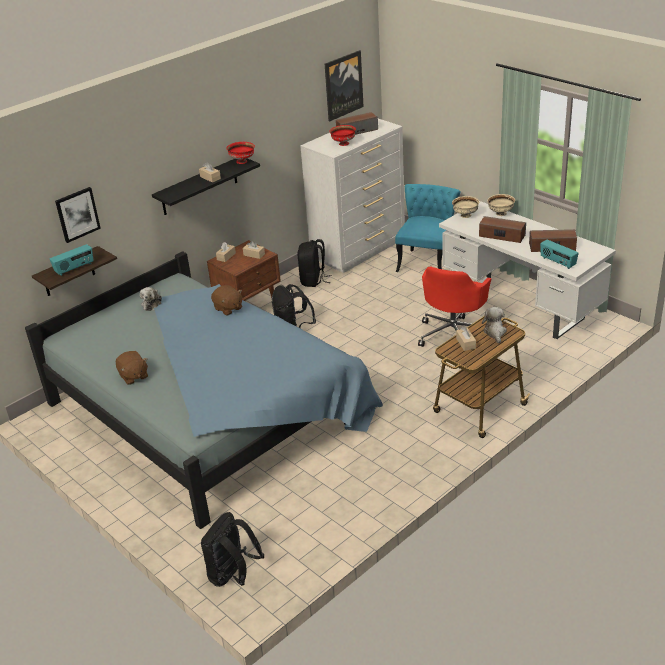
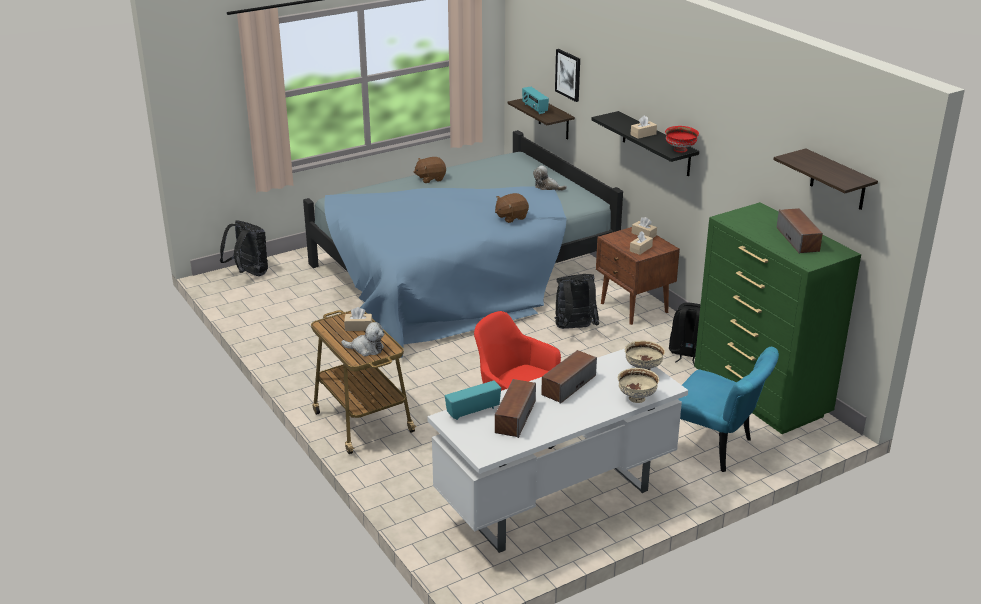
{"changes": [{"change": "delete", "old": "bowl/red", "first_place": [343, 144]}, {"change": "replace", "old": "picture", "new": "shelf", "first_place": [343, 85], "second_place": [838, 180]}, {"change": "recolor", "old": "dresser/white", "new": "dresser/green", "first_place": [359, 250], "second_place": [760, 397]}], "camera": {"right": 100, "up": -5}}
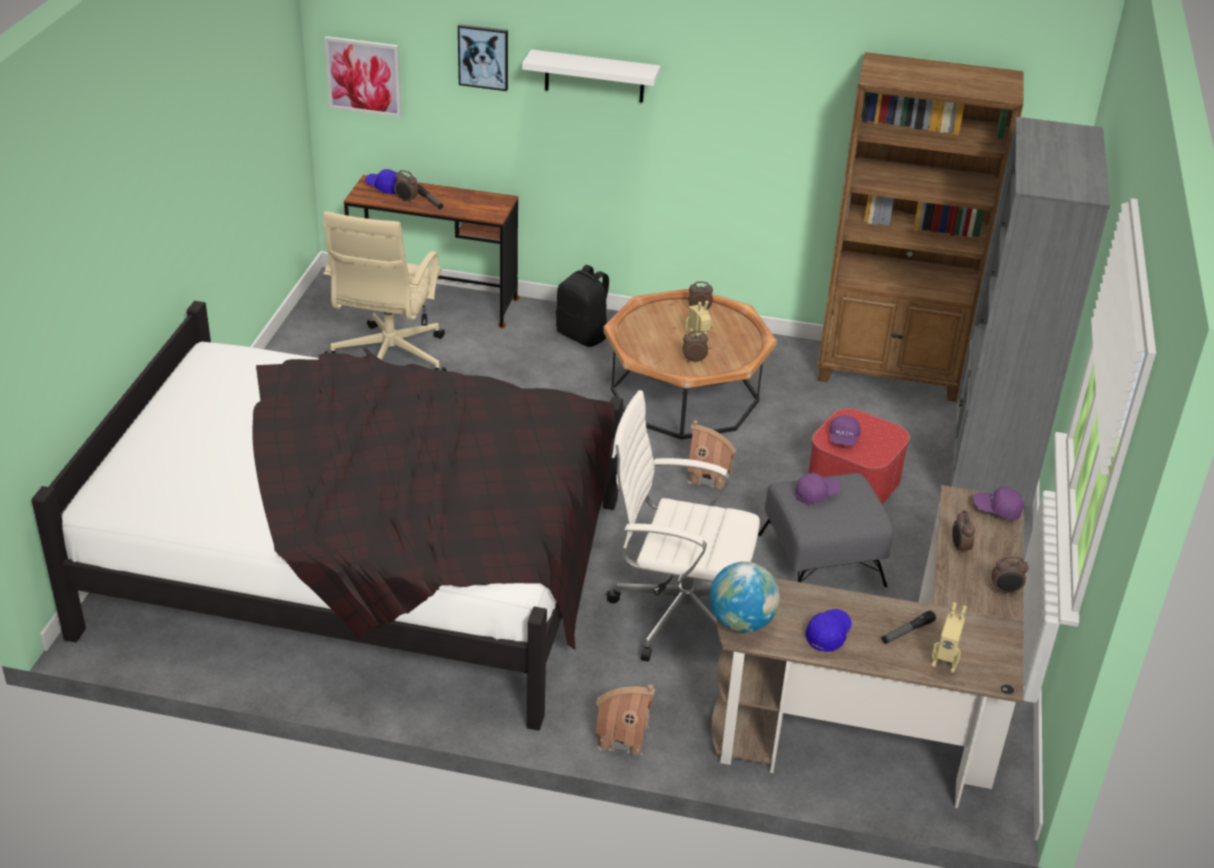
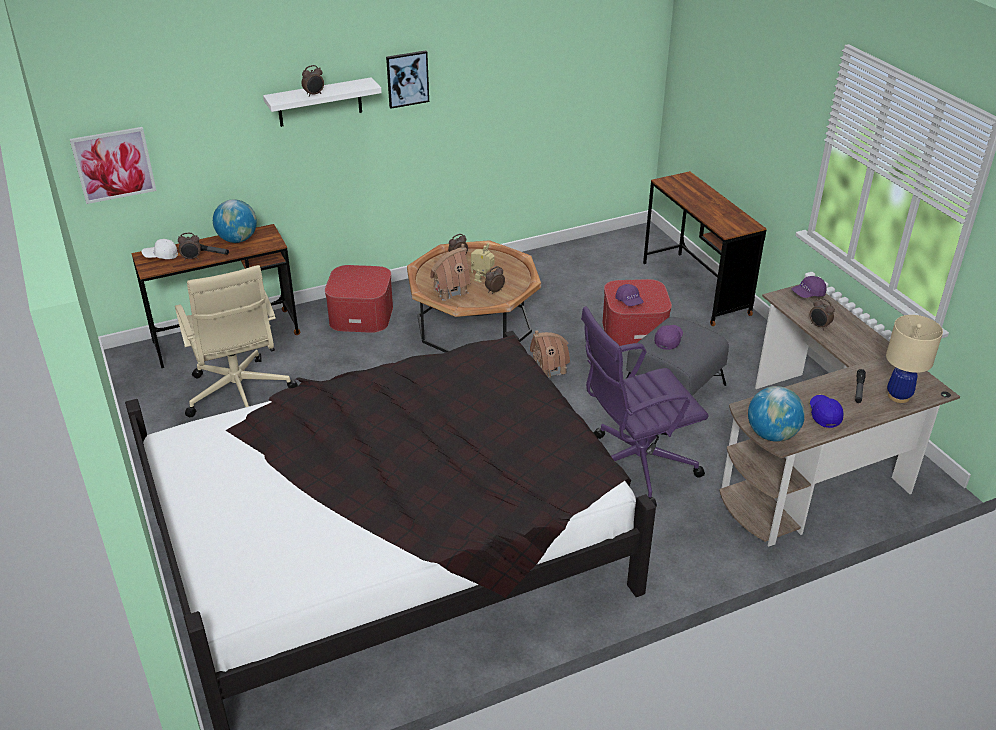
{"changes": [{"change": "delete", "old": "bookcase/brown", "first_place": [890, 373]}, {"change": "insert", "new": "globe", "second_place": [237, 240]}, {"change": "move", "old": "picture", "first_place": [483, 56], "second_place": [407, 78]}, {"change": "move", "old": "toy house", "first_place": [623, 736], "second_place": [450, 290]}, {"change": "move", "old": "alarm clock", "first_place": [1005, 591], "second_place": [314, 94]}, {"change": "replace", "old": "backpack/black", "new": "ottoman", "first_place": [583, 335], "second_place": [361, 315]}, {"change": "replace", "old": "toy robot", "new": "table lamp/beige", "first_place": [945, 662], "second_place": [898, 396]}, {"change": "replace", "old": "bookcase/grey", "new": "desk/brown", "first_place": [987, 469], "second_place": [695, 288]}, {"change": "recolor", "old": "cap/blue", "new": "cap/white", "first_place": [384, 187], "second_place": [161, 256]}, {"change": "recolor", "old": "office chair/white", "new": "office chair/purple", "first_place": [678, 613], "second_place": [634, 466]}], "camera": {"right": -35, "up": 0}}
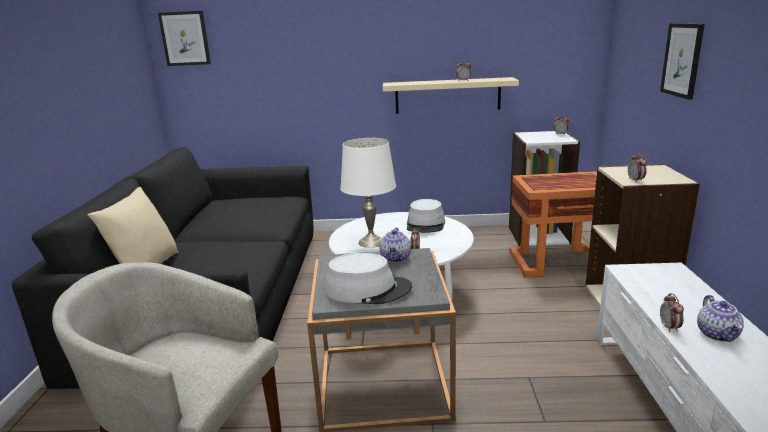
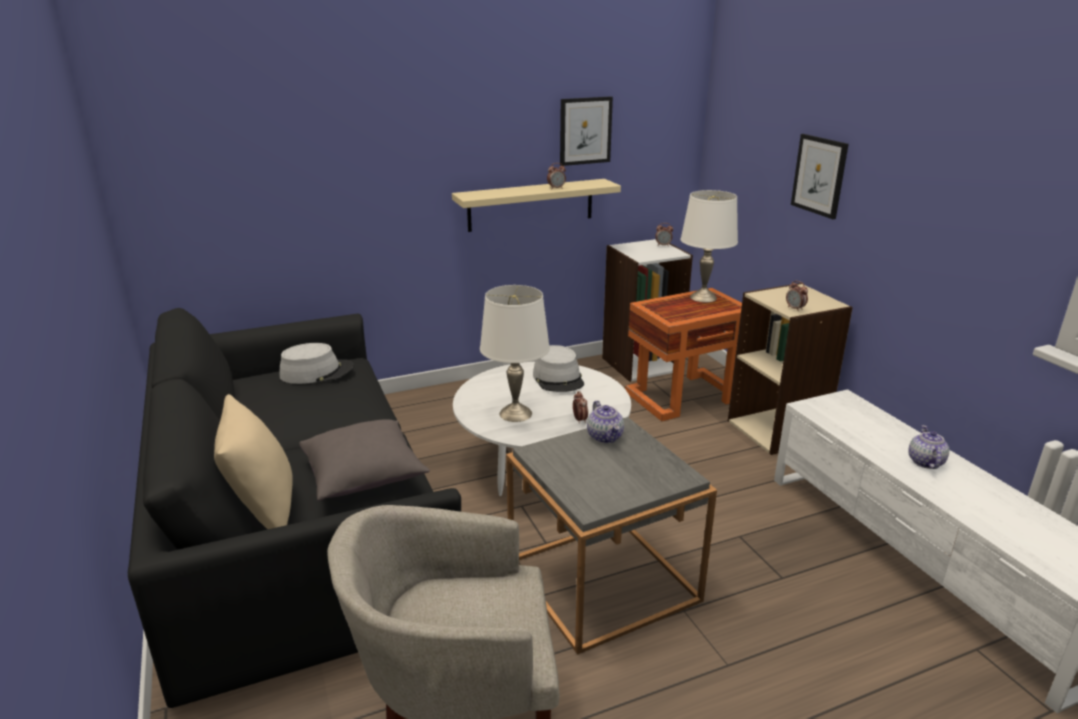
{"changes": [{"change": "delete", "old": "alarm clock", "first_place": [669, 327]}, {"change": "insert", "new": "pillow/grey", "second_place": [364, 476]}, {"change": "insert", "new": "table lamp/white", "second_place": [703, 297]}, {"change": "move", "old": "picture", "first_place": [185, 38], "second_place": [585, 131]}, {"change": "move", "old": "hat/grey", "first_place": [368, 289], "second_place": [317, 372]}, {"change": "rotate", "old": "teapot", "first_place": [718, 334], "second_place": [924, 462], "degrees": -150}], "camera": {"right": -25, "up": 5}}
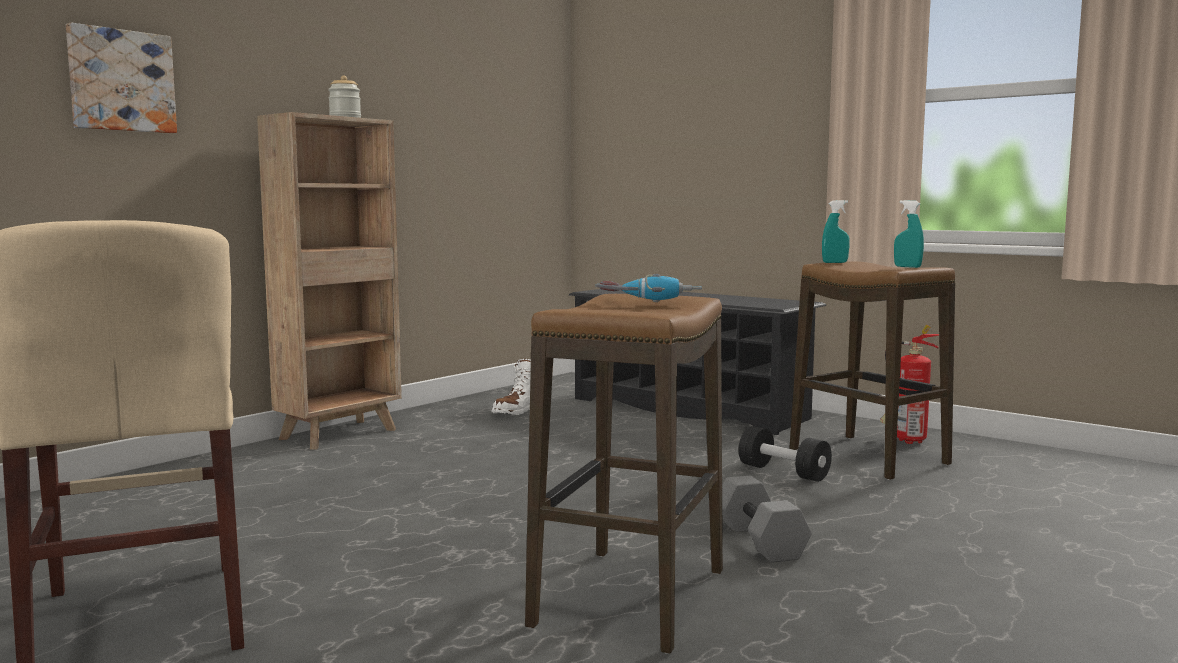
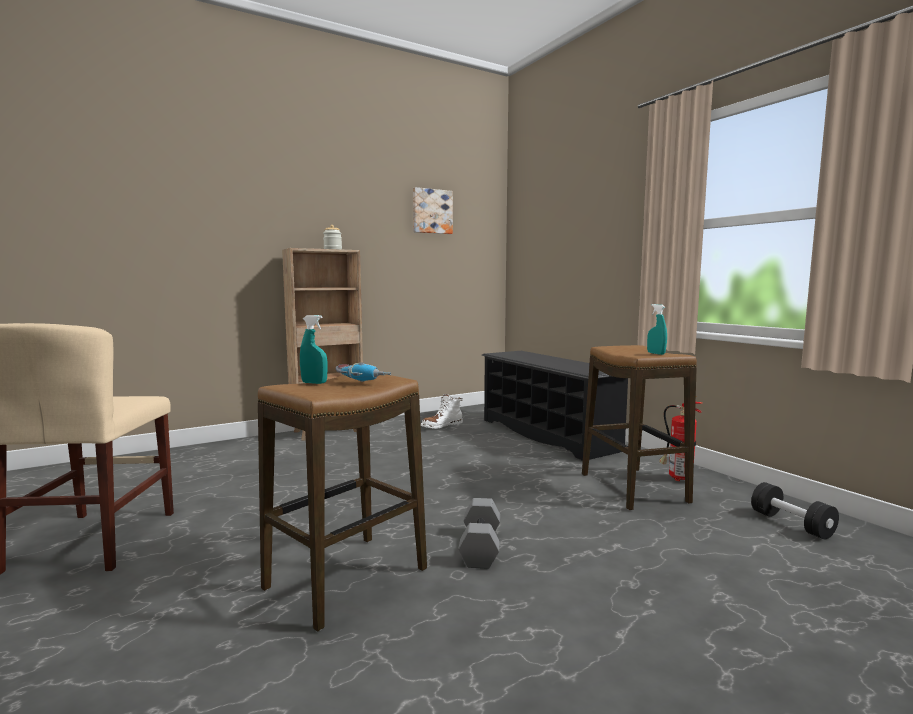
{"changes": [{"change": "move", "old": "picture", "first_place": [121, 81], "second_place": [432, 211]}, {"change": "move", "old": "dumbbell/black", "first_place": [783, 472], "second_place": [791, 524]}, {"change": "move", "old": "spray bottle/turquoise", "first_place": [835, 262], "second_place": [314, 383]}], "camera": {"right": 20, "up": 0}}
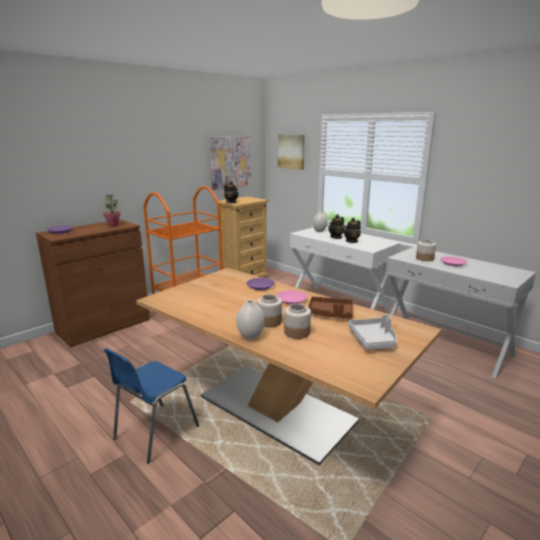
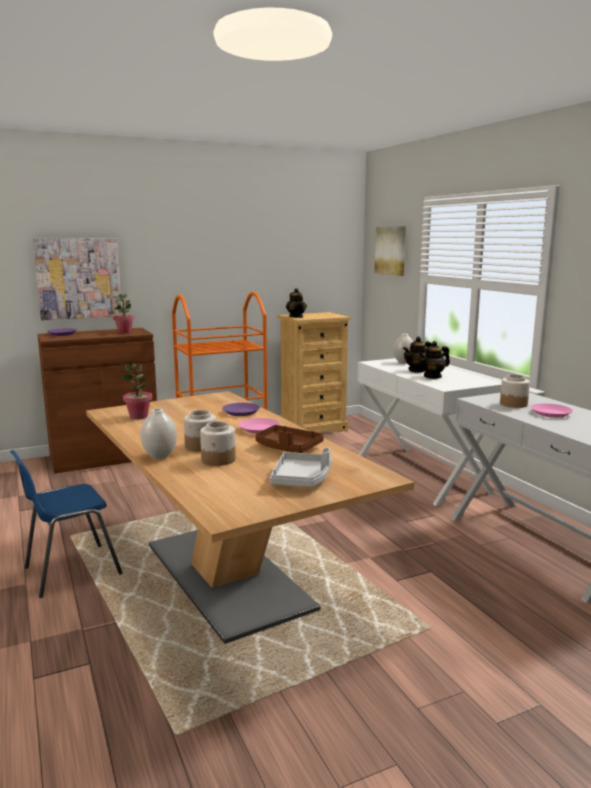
{"changes": [{"change": "insert", "new": "potted plant", "second_place": [139, 417]}, {"change": "move", "old": "picture", "first_place": [230, 162], "second_place": [78, 278]}], "camera": {"right": 20, "up": -5}}
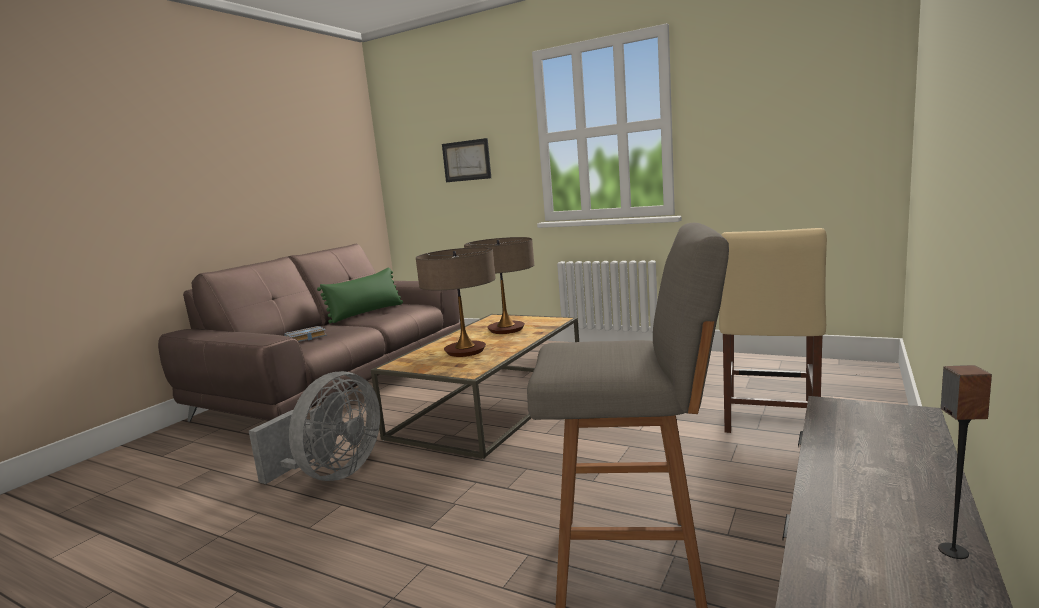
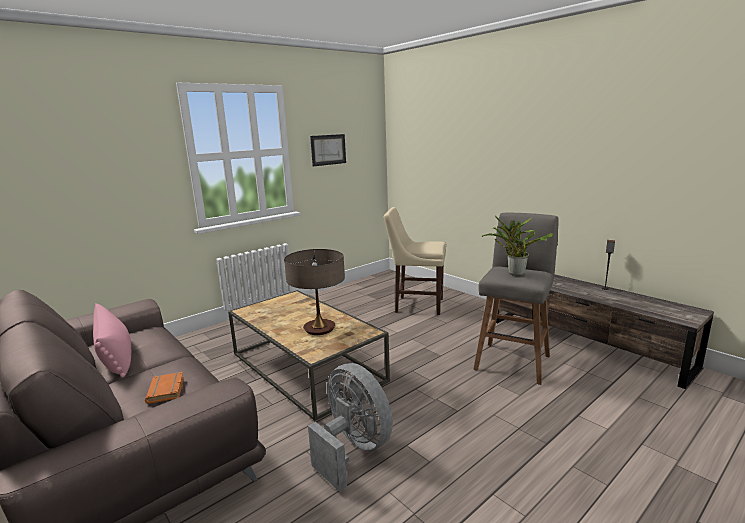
{"changes": [{"change": "delete", "old": "table lamp", "first_place": [506, 329]}, {"change": "insert", "new": "potted plant", "second_place": [514, 273]}, {"change": "move", "old": "picture", "first_place": [466, 160], "second_place": [328, 149]}, {"change": "recolor", "old": "book/grey", "new": "book/orange", "first_place": [305, 338], "second_place": [167, 391]}, {"change": "recolor", "old": "pillow/green", "new": "pillow/pink", "first_place": [366, 313], "second_place": [116, 356]}, {"change": "rotate", "old": "chair/beige", "first_place": [769, 419], "second_place": [416, 305], "degrees": 150}], "camera": {"right": -70, "up": 5}}
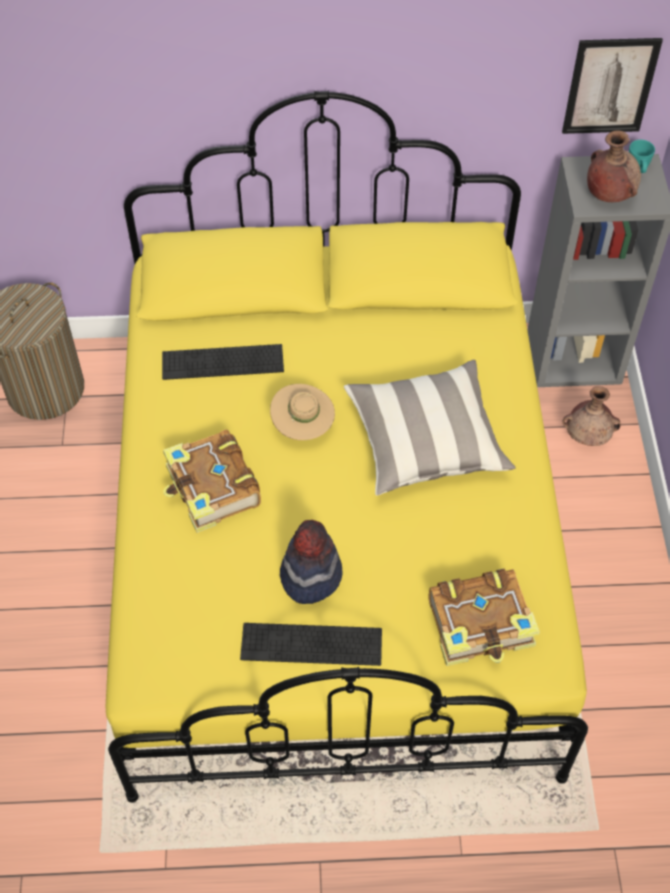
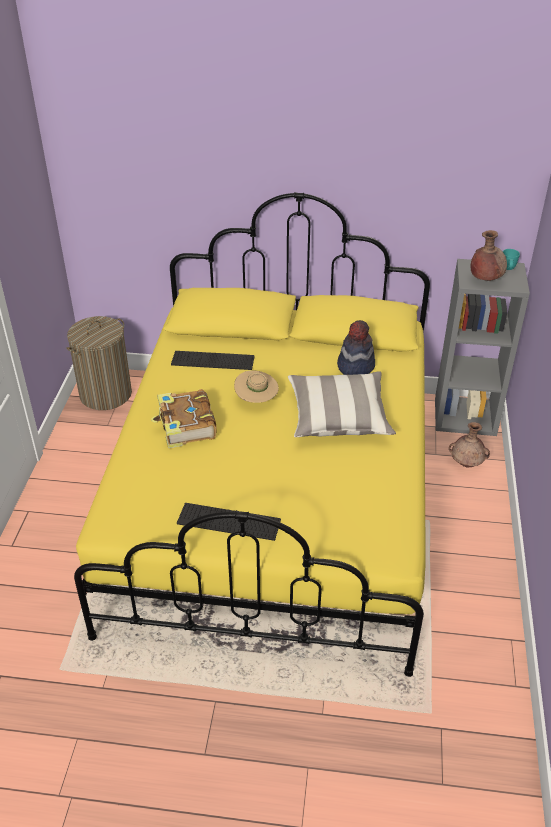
{"changes": [{"change": "delete", "old": "book", "first_place": [481, 625]}, {"change": "delete", "old": "picture", "first_place": [610, 86]}, {"change": "move", "old": "hat", "first_place": [310, 575], "second_place": [355, 366]}], "camera": {"right": 10, "up": -15}}
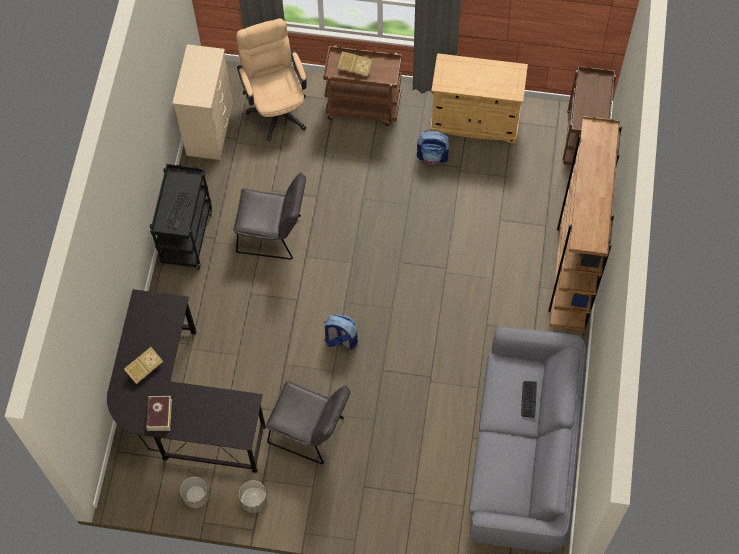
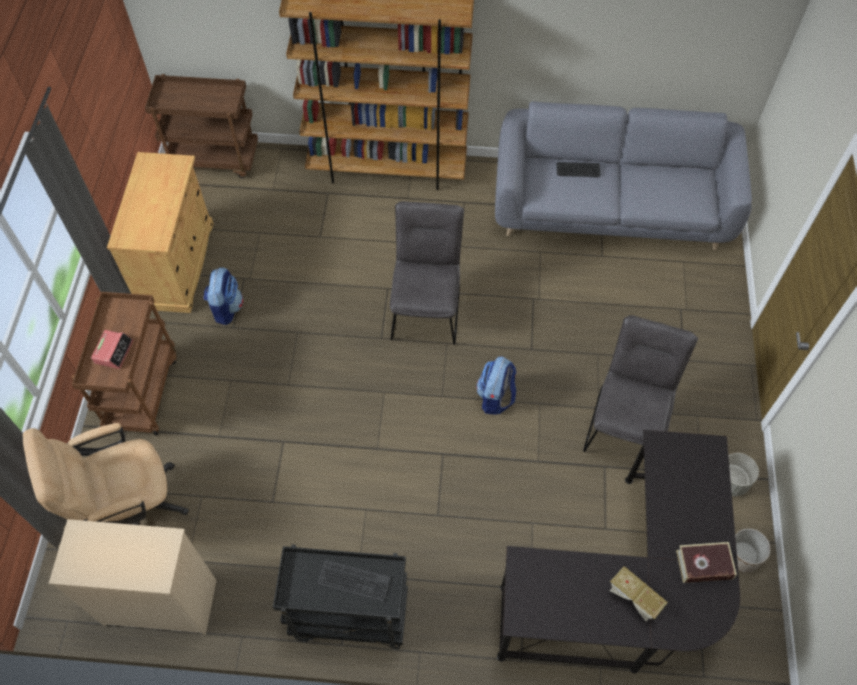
{"changes": [{"change": "move", "old": "chair/grey", "first_place": [274, 235], "second_place": [426, 307]}, {"change": "replace", "old": "book", "new": "alarm clock", "first_place": [355, 68], "second_place": [114, 351]}], "camera": {"right": -95, "up": -5}}
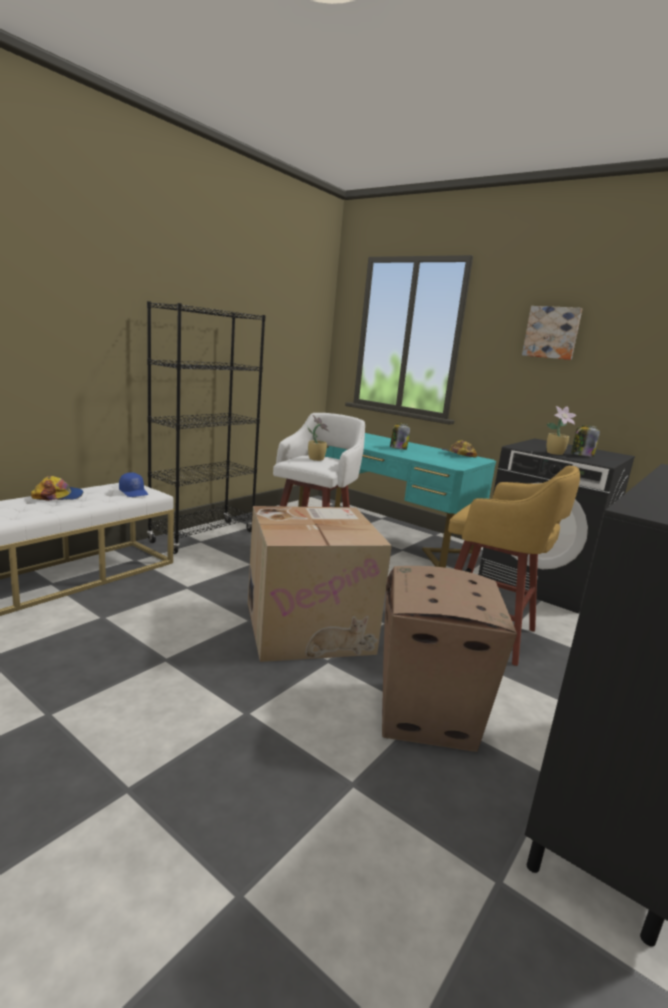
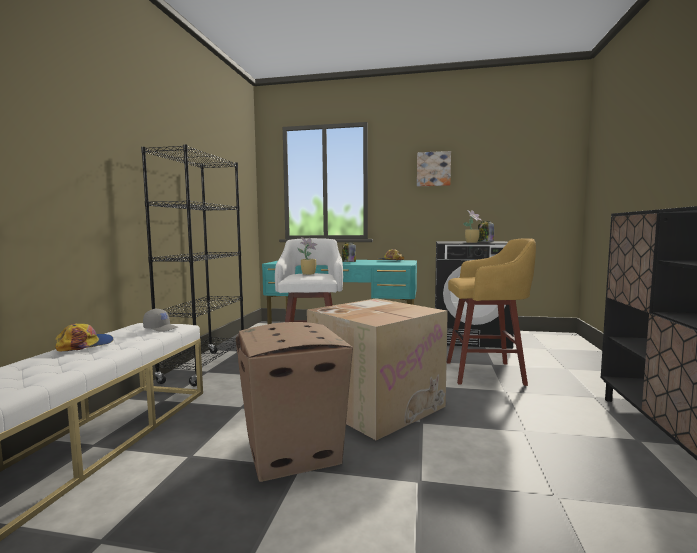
{"changes": [{"change": "move", "old": "cardboard box", "first_place": [427, 715], "second_place": [293, 452]}, {"change": "recolor", "old": "cap/blue", "new": "cap/grey", "first_place": [134, 492], "second_place": [161, 328]}], "camera": {"right": -25, "up": -10}}
